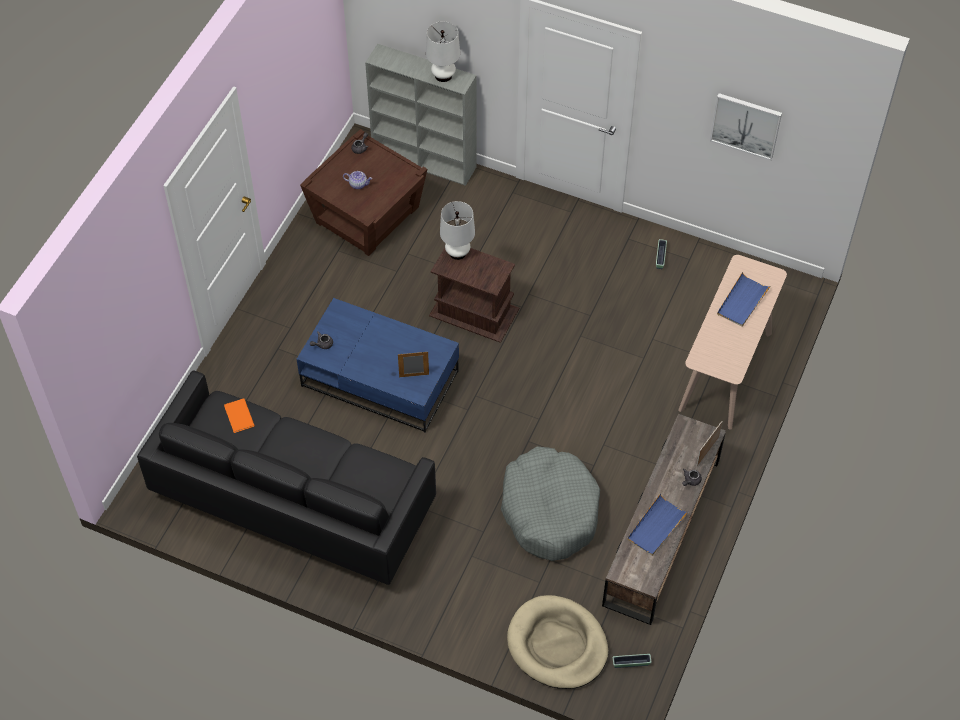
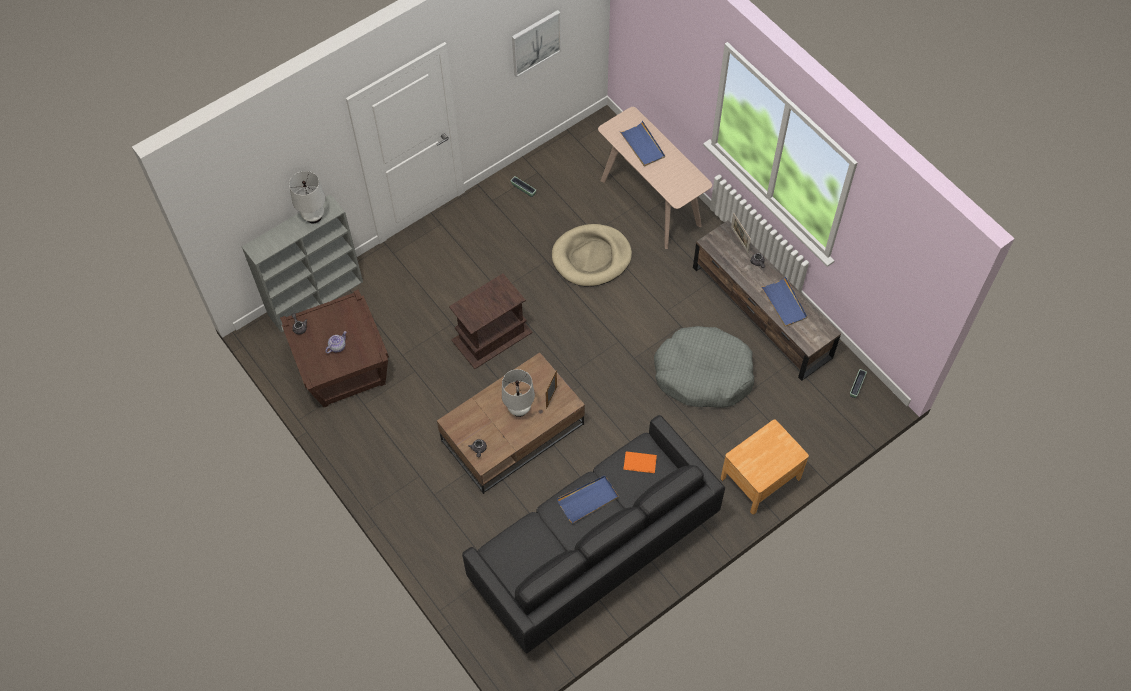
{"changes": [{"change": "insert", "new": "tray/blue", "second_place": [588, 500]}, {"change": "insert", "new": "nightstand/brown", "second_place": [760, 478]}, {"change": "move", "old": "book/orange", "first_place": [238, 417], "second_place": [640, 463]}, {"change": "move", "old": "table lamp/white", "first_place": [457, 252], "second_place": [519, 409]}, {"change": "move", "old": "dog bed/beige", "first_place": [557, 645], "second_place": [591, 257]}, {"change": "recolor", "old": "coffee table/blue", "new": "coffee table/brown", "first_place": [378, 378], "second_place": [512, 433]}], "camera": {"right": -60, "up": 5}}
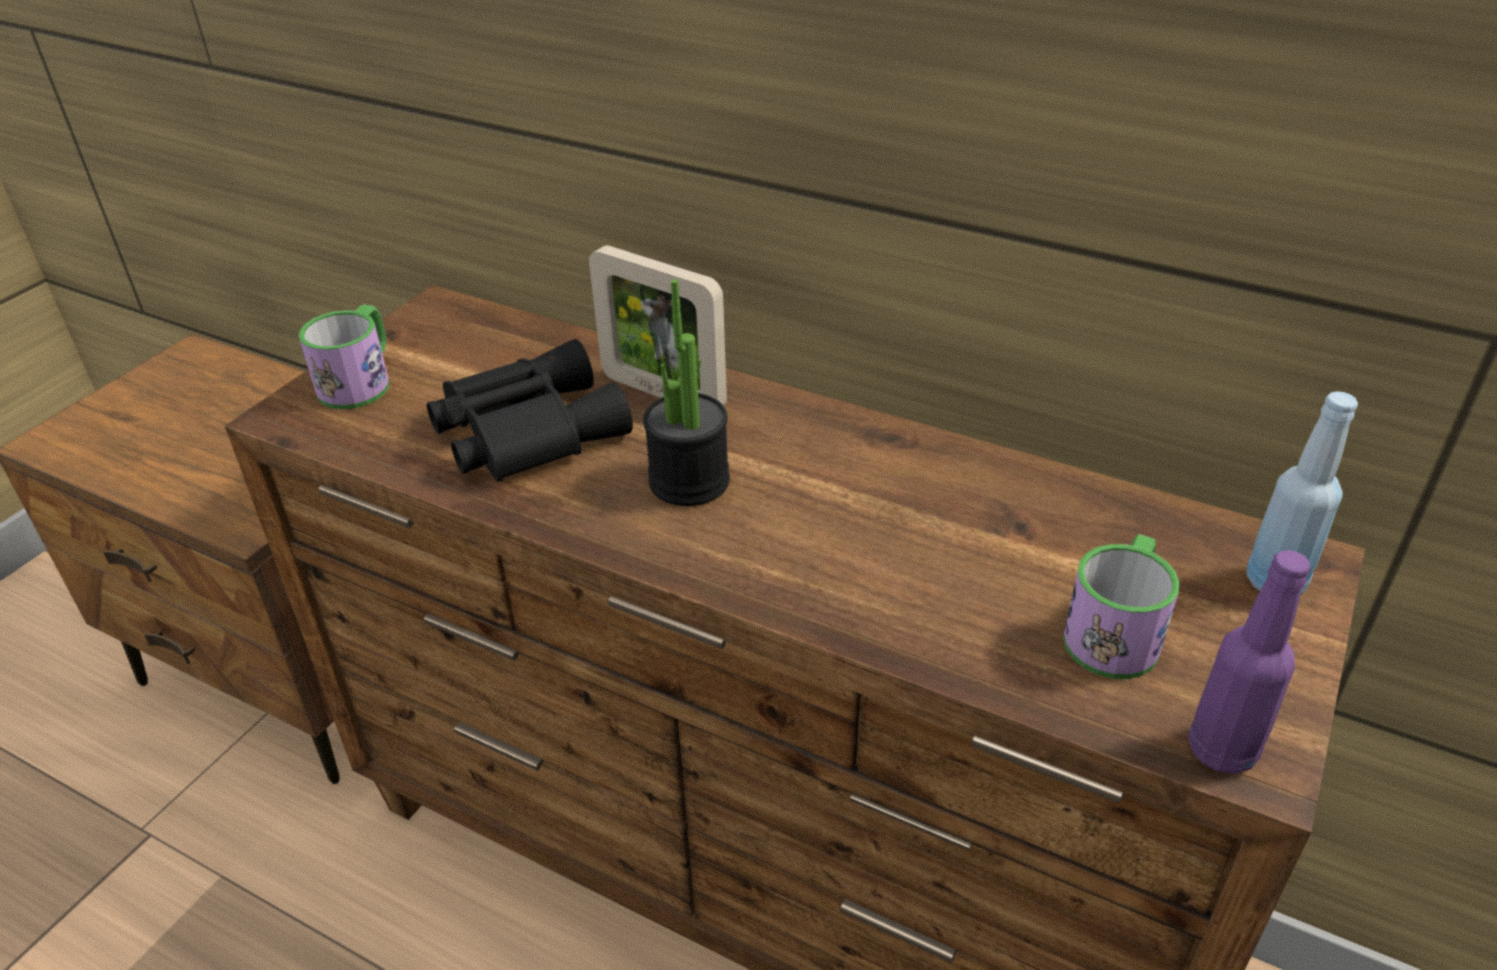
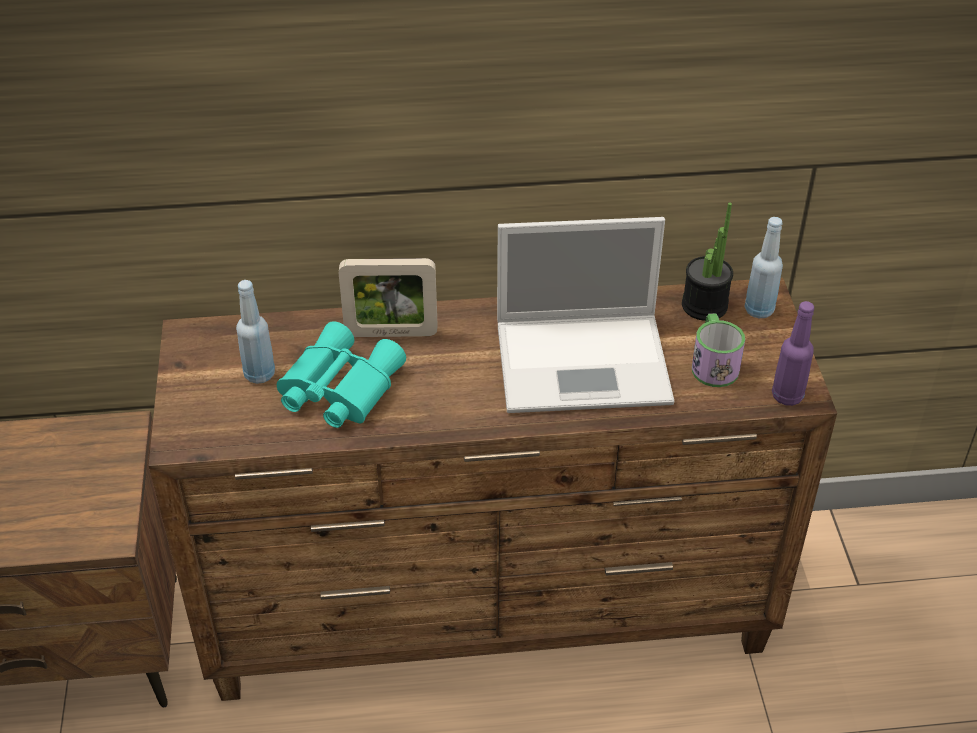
{"changes": [{"change": "delete", "old": "mug", "first_place": [361, 381]}, {"change": "insert", "new": "bottle/blue", "second_place": [259, 374]}, {"change": "insert", "new": "laptop", "second_place": [586, 362]}, {"change": "move", "old": "potted plant", "first_place": [689, 481], "second_place": [704, 306]}, {"change": "recolor", "old": "binoculars/black", "new": "binoculars/turquoise", "first_place": [525, 429], "second_place": [337, 388]}], "camera": {"right": -35, "up": 5}}
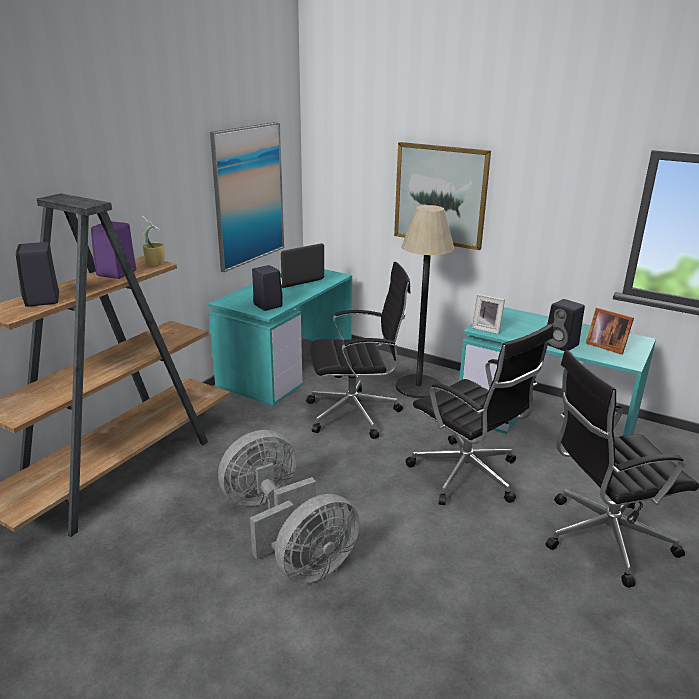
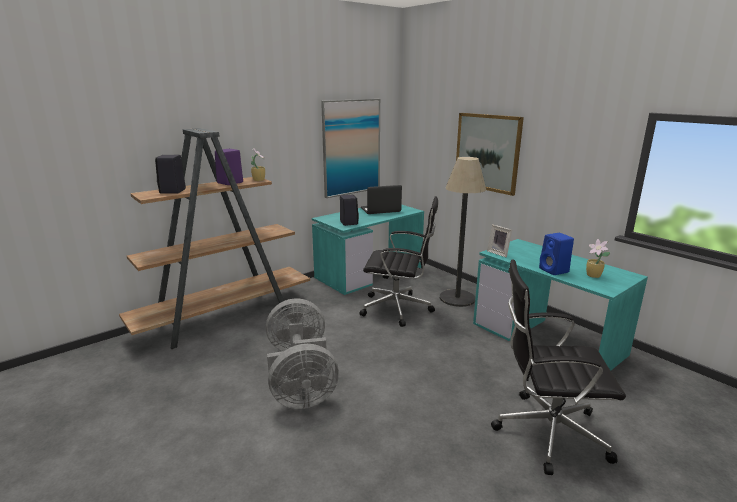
{"changes": [{"change": "delete", "old": "office chair/black", "first_place": [468, 476]}, {"change": "replace", "old": "picture frame", "new": "potted plant", "first_place": [605, 346], "second_place": [594, 276]}, {"change": "recolor", "old": "speaker/black", "new": "speaker/blue", "first_place": [562, 345], "second_place": [554, 270]}], "camera": {"right": 20, "up": -5}}
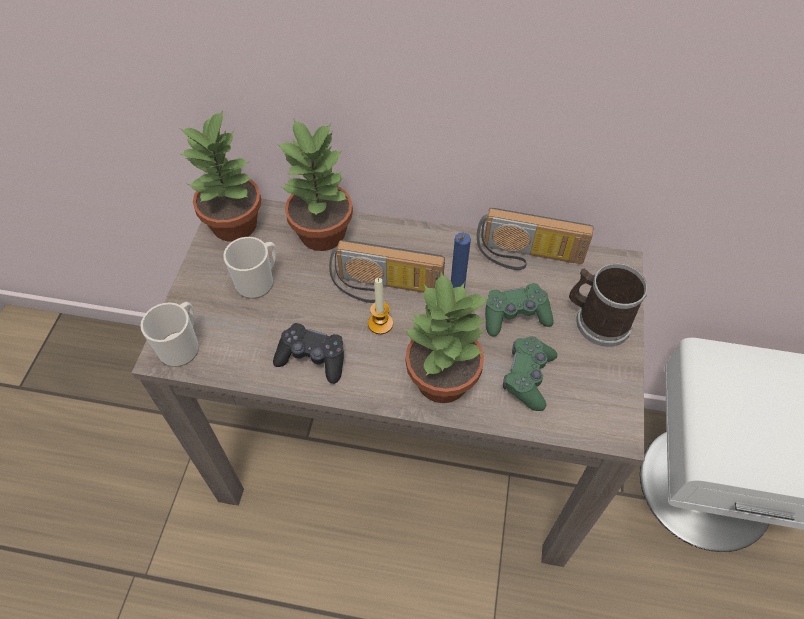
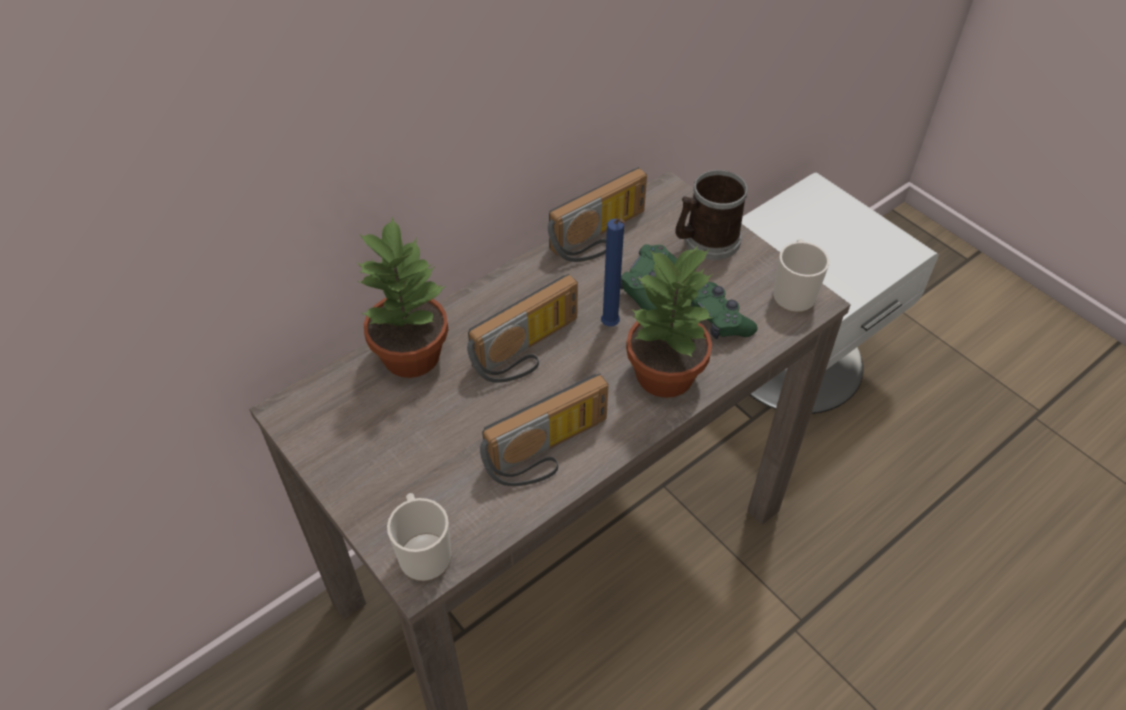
{"changes": [{"change": "delete", "old": "potted plant", "first_place": [236, 224]}, {"change": "delete", "old": "candle", "first_place": [380, 323]}, {"change": "move", "old": "mug", "first_place": [258, 281], "second_place": [793, 293]}, {"change": "replace", "old": "game controller/black", "new": "radio", "first_place": [312, 358], "second_place": [549, 452]}], "camera": {"right": -50, "up": -5}}
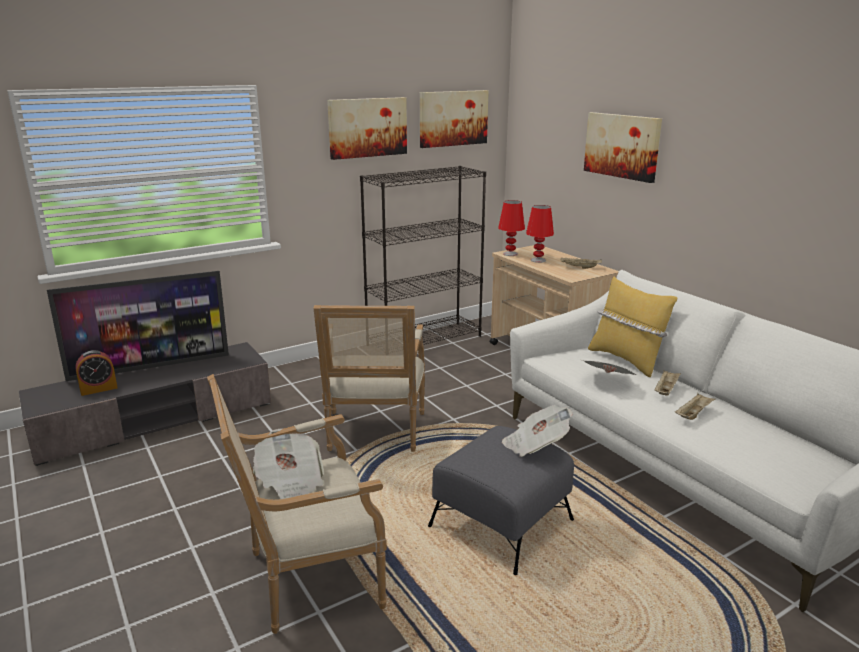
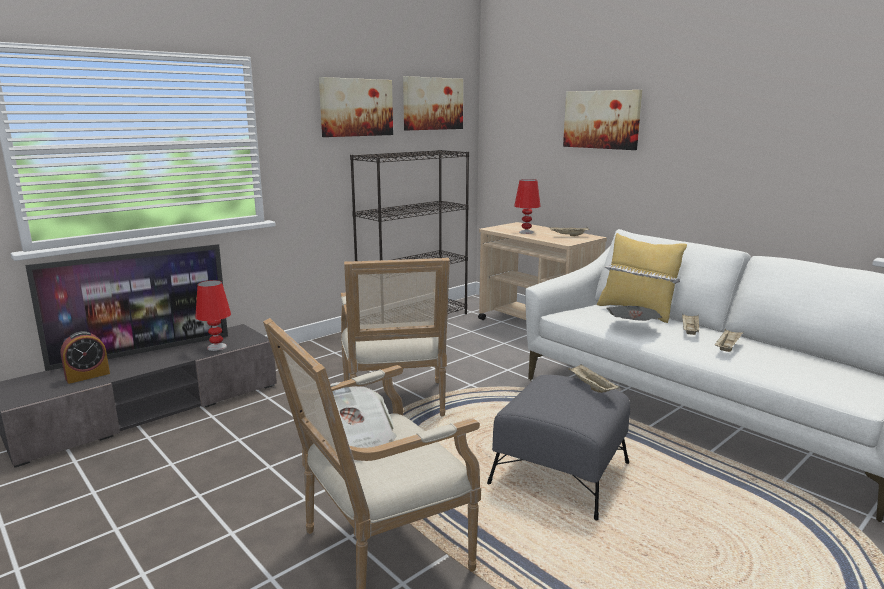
{"changes": [{"change": "move", "old": "table lamp/red", "first_place": [510, 254], "second_place": [217, 347]}, {"change": "replace", "old": "newspaper", "new": "tray/beige", "first_place": [535, 445], "second_place": [591, 387]}], "camera": {"right": -10, "up": -5}}
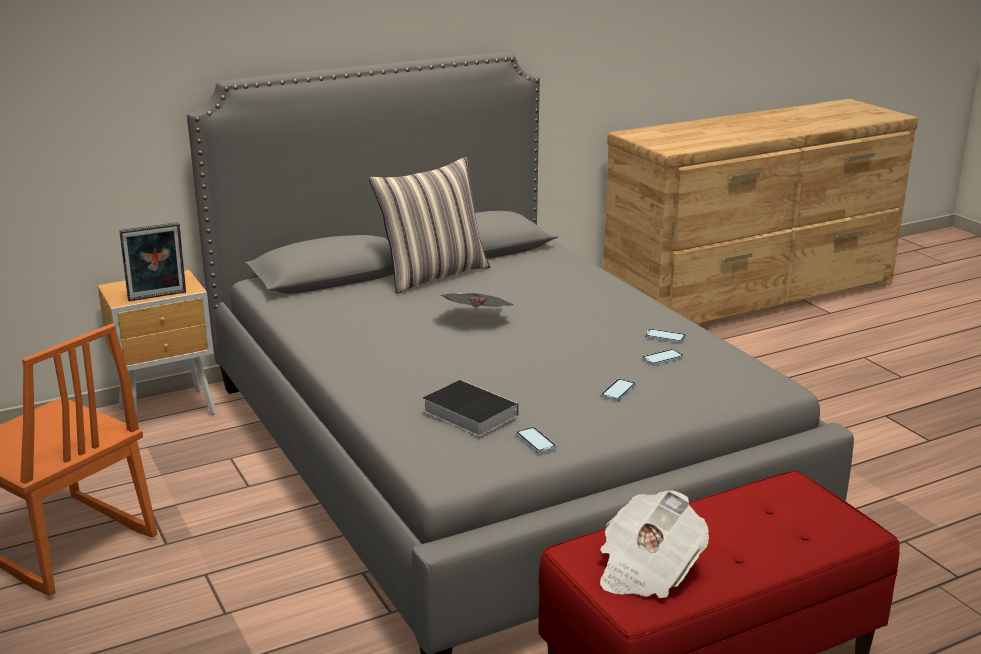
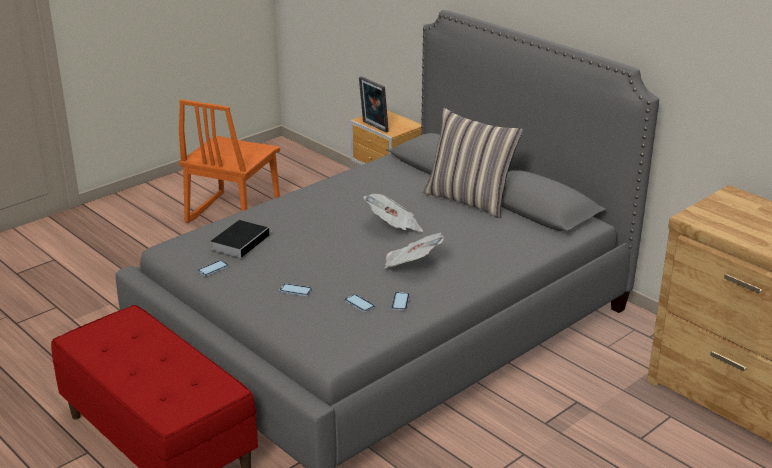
{"changes": [{"change": "move", "old": "newspaper", "first_place": [647, 570], "second_place": [411, 264]}], "camera": {"right": 75, "up": 5}}
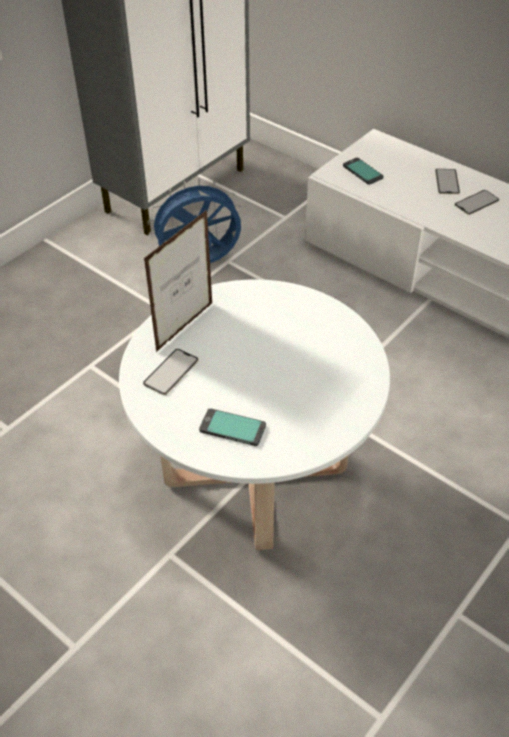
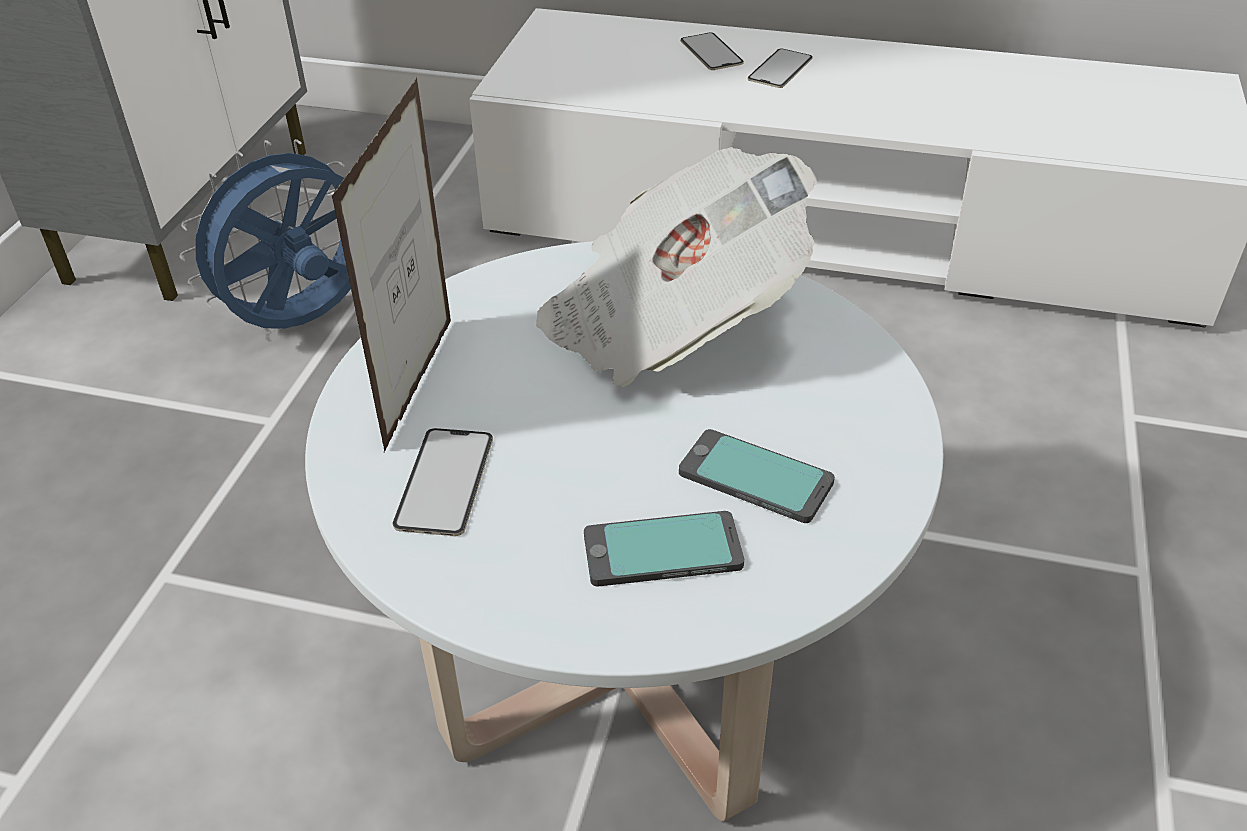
{"changes": [{"change": "insert", "new": "newspaper", "second_place": [671, 321]}, {"change": "move", "old": "phone", "first_place": [362, 172], "second_place": [755, 478]}], "camera": {"right": -25, "up": -5}}
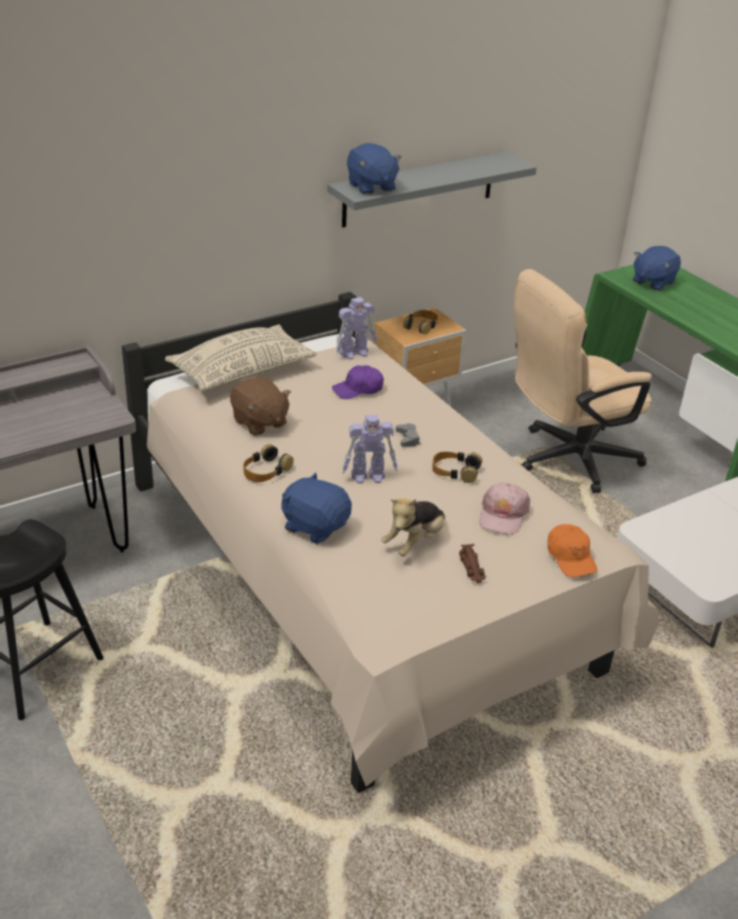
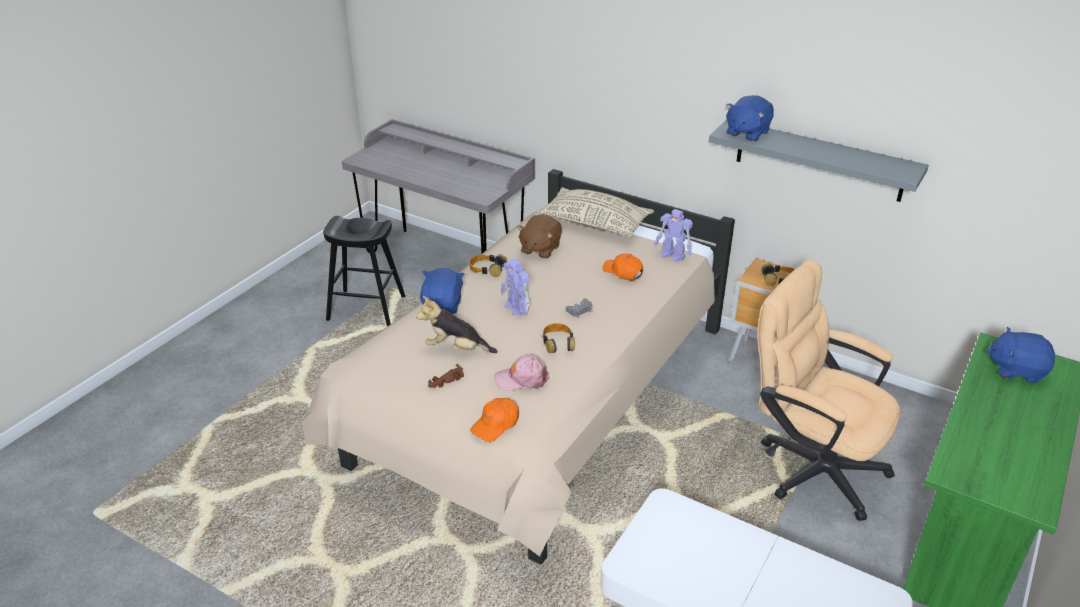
{"changes": [{"change": "recolor", "old": "cap/purple", "new": "cap/orange", "first_place": [358, 389], "second_place": [623, 272]}], "camera": {"right": 65, "up": 0}}
